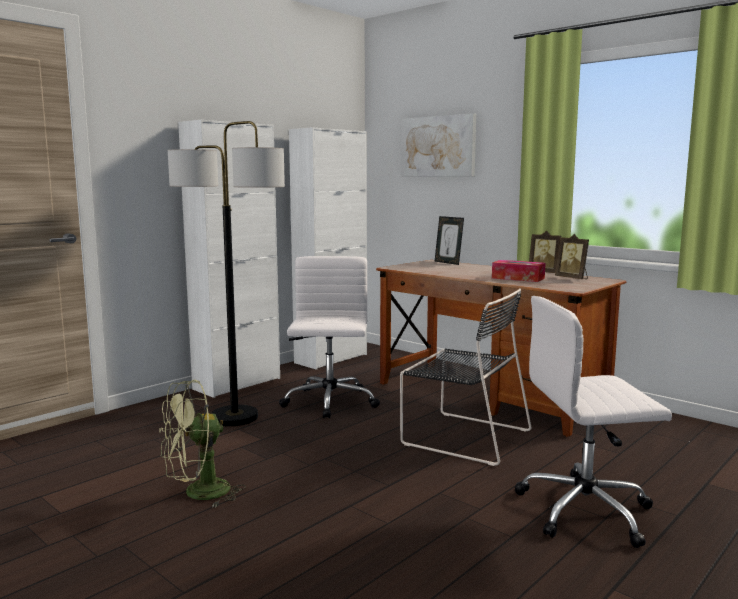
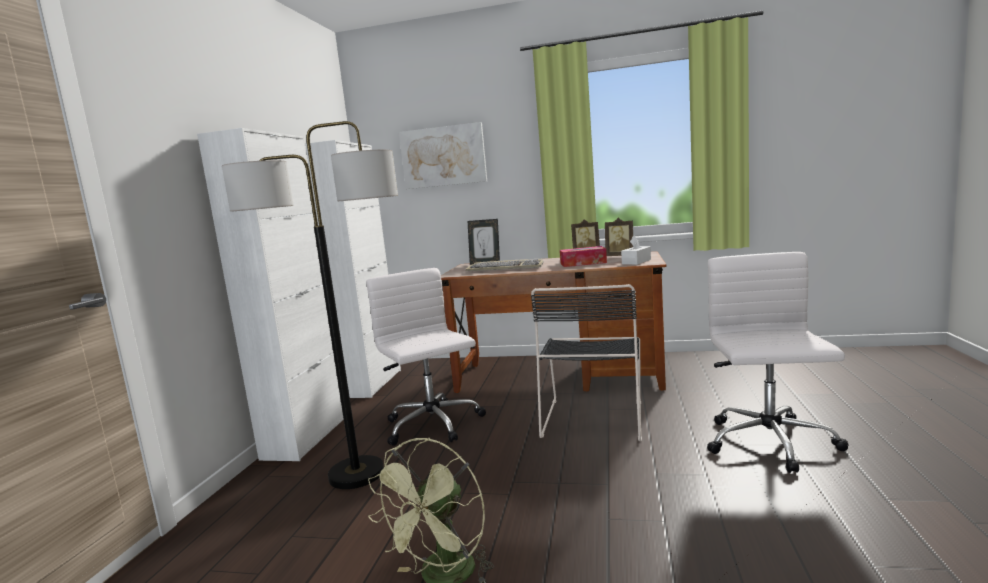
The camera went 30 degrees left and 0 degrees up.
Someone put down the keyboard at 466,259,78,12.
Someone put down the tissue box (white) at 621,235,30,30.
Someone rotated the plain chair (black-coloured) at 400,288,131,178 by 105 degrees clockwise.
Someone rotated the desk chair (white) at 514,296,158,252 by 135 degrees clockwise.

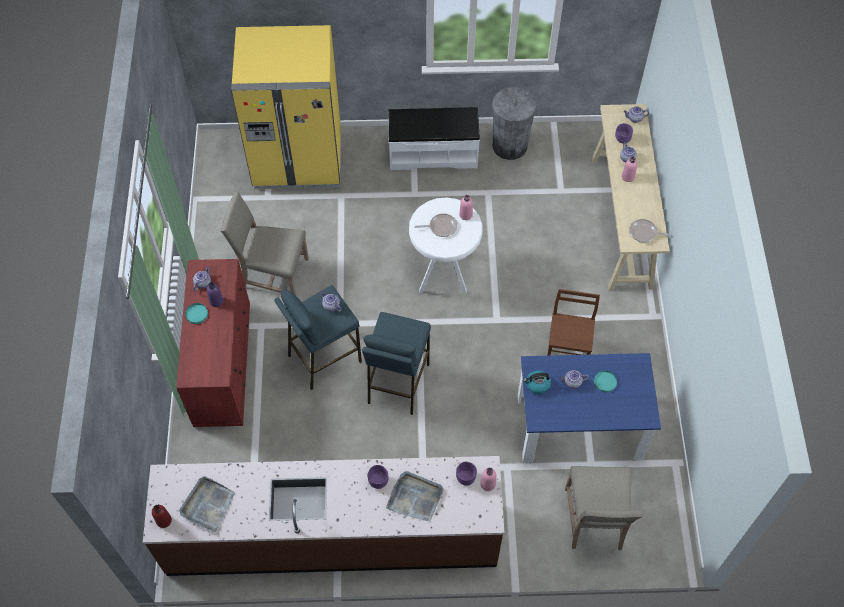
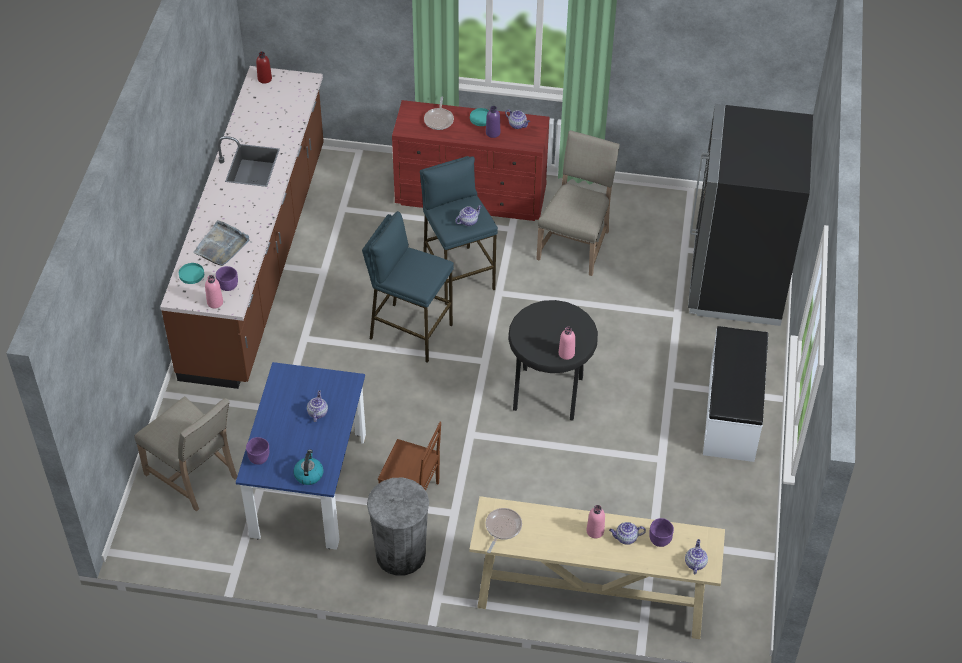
The camera went 100 degrees right and 10 degrees down.
Someone took away the tray (gray) at 179,476,56,56.
Someone carried the deep dish (purplish) from 368,465,20,24 to 246,437,23,28.
Someone carried the skillet from 414,213,43,24 to 424,97,30,33.
Someone carried the waste bin (gray) from 492,87,45,73 to 367,478,62,98.
Someone carried the water kettle from 523,370,28,24 to 293,450,30,35.
Someone carried the dinner plate (turquoise-coloured) from 594,370,23,22 to 179,263,25,21.
Someone repainted the kitchen fridge (yellow) at 231,25,110,164, which became the kitchen fridge (black-coloured) at 688,104,125,222.
Someone repainted the stool seat (white) at 409,198,74,96, which became the stool seat (black-coloured) at 509,300,89,120.
Someone rotated the plain chair (beige-coloured) at 565,466,78,84 by 150 degrees counterclockwise.

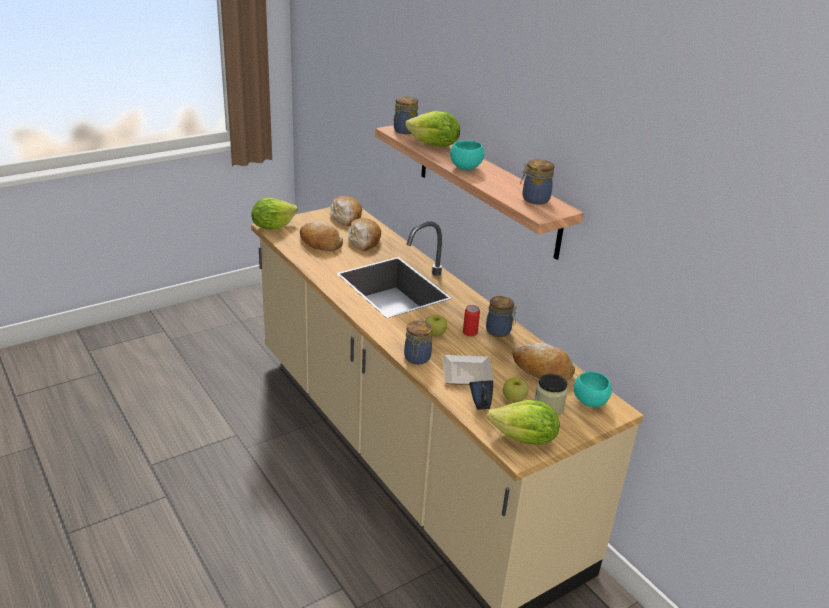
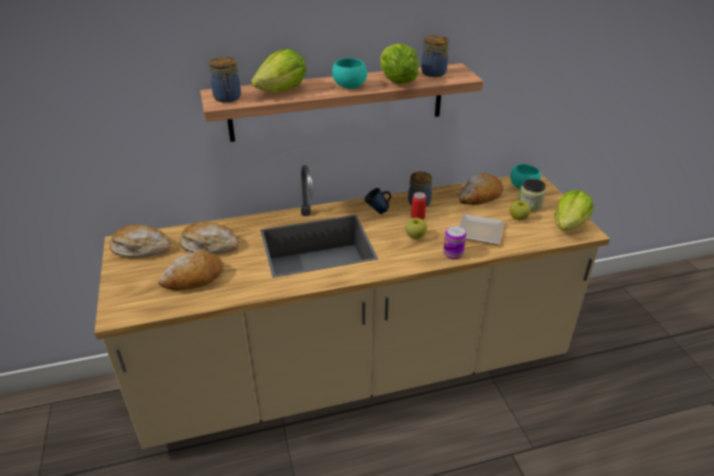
The camera went 70 degrees left and 5 degrees up.
Someone carried the lettuce head from 251,198,47,32 to 381,43,38,41.
Someone carried the mug (bluish) from 469,380,24,30 to 364,188,27,26.
Someone swapped the preserve jar at 404,321,28,43 for the sealed can at 443,226,23,34.

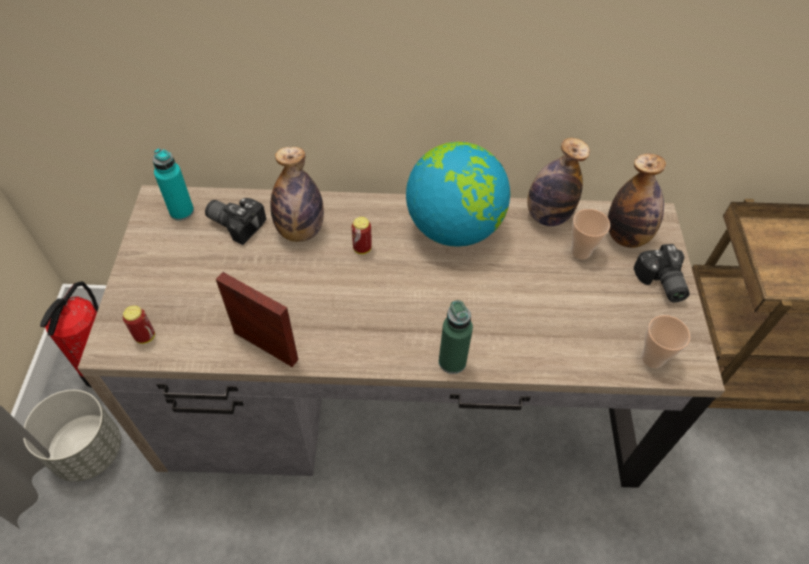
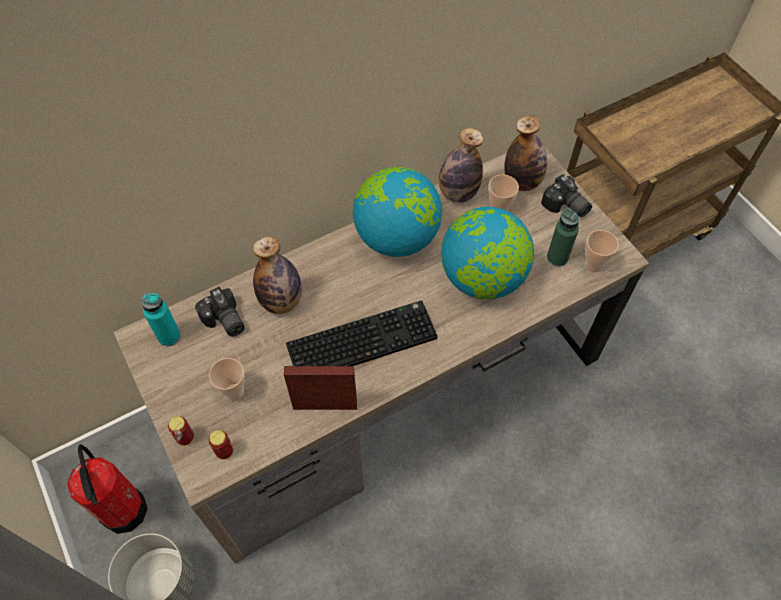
The camera went 30 degrees left and 5 degrees up.
Someone put down the drinking cup at 209,358,36,43.
Someone put down the keyboard at 286,300,151,66.
Someone put down the world globe at 441,207,93,92.
Someone carried the sealed can from 352,217,20,37 to 168,416,26,30.
Someone carried the beverage bottle (green-coloured) from 439,300,34,74 to 547,208,32,59.
Someone rotated the still camera at 205,198,61,47 by 120 degrees counterclockwise.

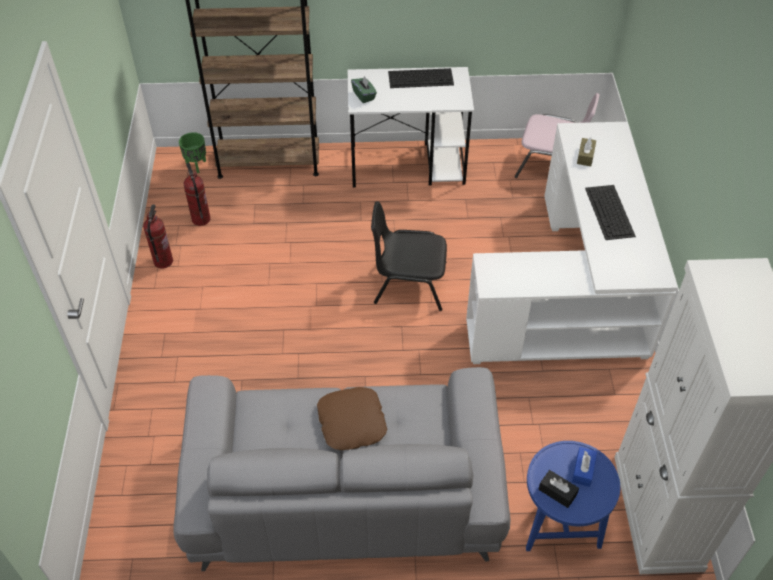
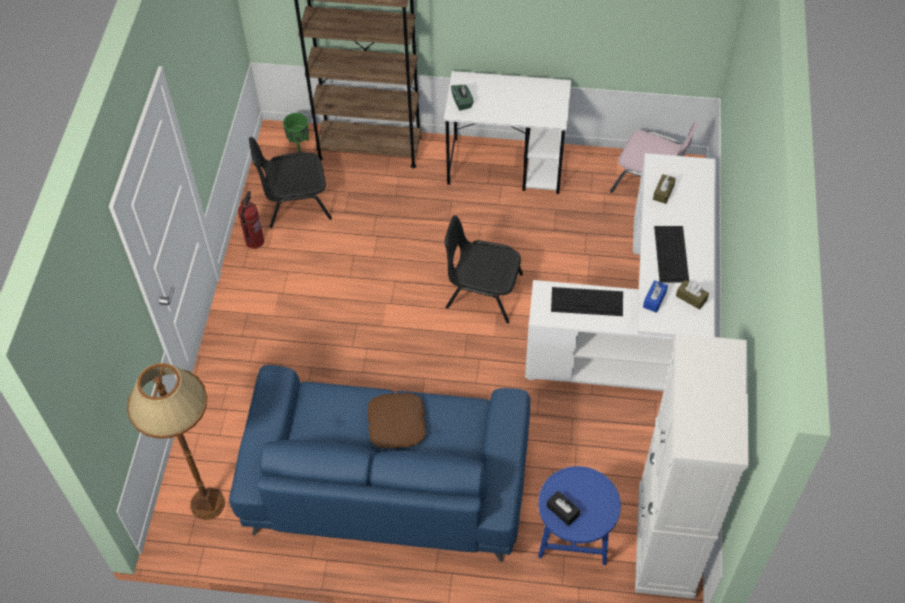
The camera went 10 degrees right and 5 degrees up.
Someone put down the standing lamp (brown-coloured) at 127,363,98,157.
Someone put down the tissue box (brown-coloured) at 676,280,33,30.
Someone carried the keyboard from 388,68,66,20 to 551,287,72,29.
Someone carried the tissue box (bluish) from 572,447,25,40 to 643,280,25,33.
Someone swapped the extinguisher at 184,163,27,63 for the plain chair (black-coloured) at 249,137,83,91.
Someone repainted the sofa (gray) at 173,367,338,204, which became the sofa (bluish) at 229,365,301,197.

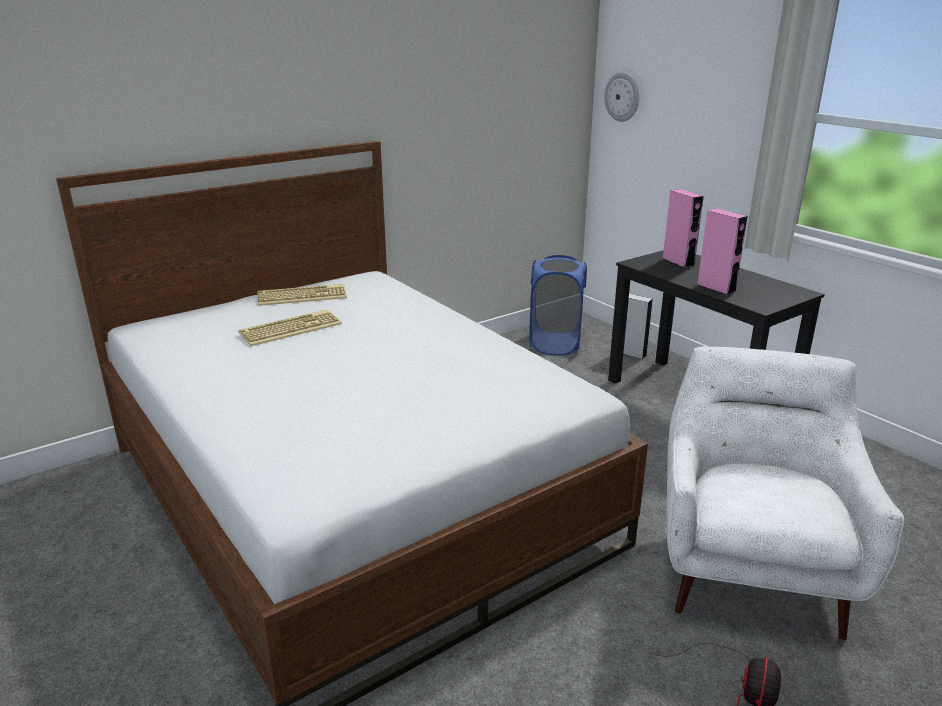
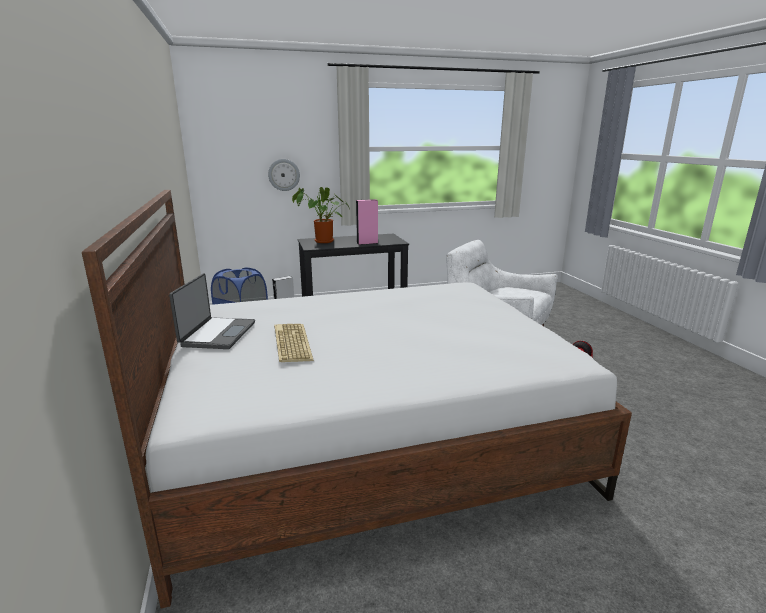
The camera went 70 degrees left and 5 degrees down.
Someone carried the wall clock from 604,72,35,50 to 268,159,32,32.
Someone swapped the keyboard at 257,284,90,22 for the notebook computer at 169,274,86,75.
Someone swapped the audio speaker (pink-coloured) at 662,189,42,79 for the plant in a pot at 292,187,58,56.

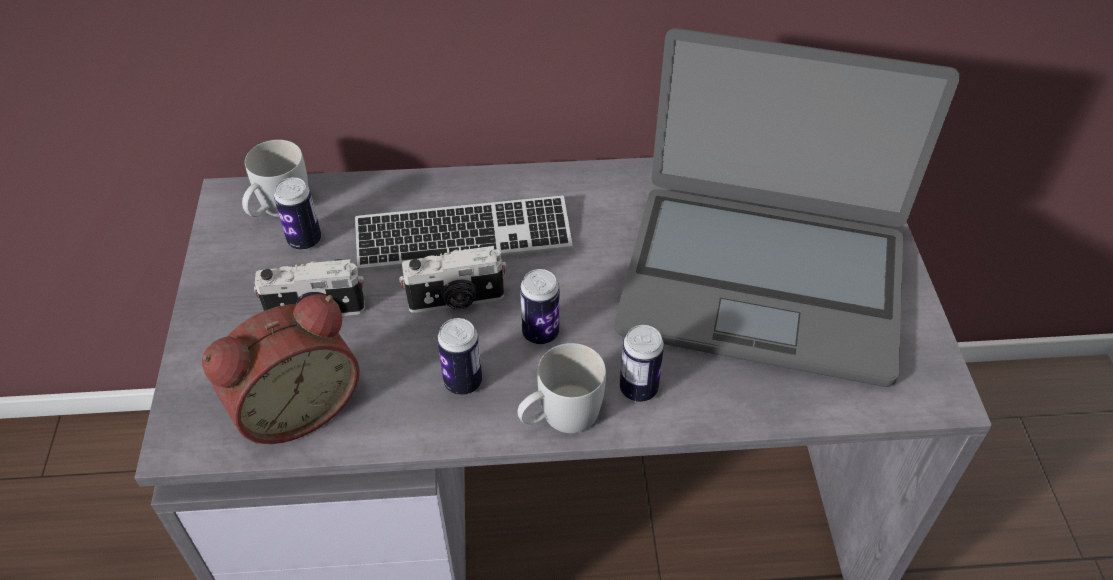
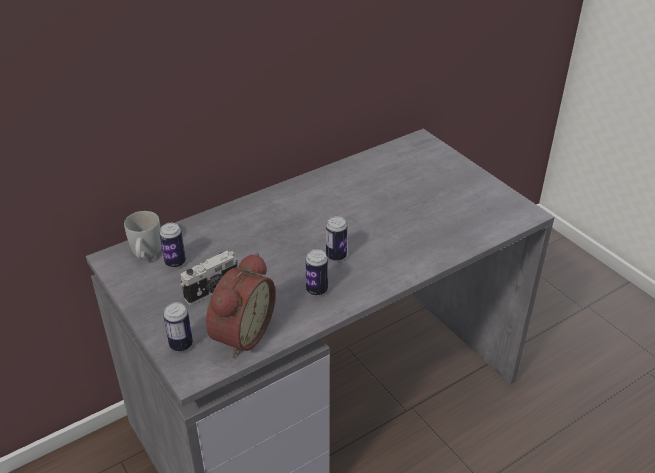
The camera went 30 degrees left and 10 degrees down.
Someone took away the keyboard at 355,196,218,74.
Someone took away the still camera at 399,246,107,67.
Someone took away the mug (white) at 517,343,89,90.
Someone took away the notebook computer at 614,28,346,359.
Someone carried the sealed can from 620,325,44,77 to 163,302,30,49.

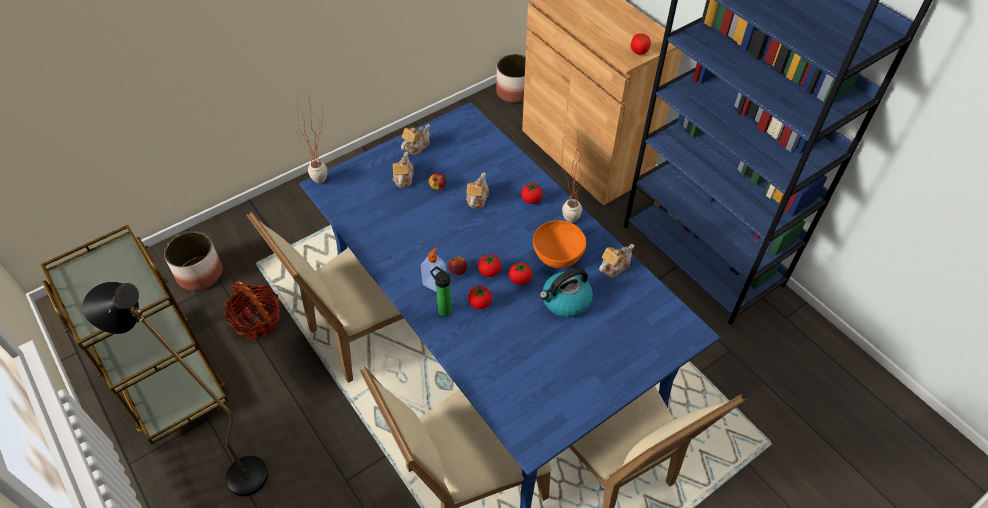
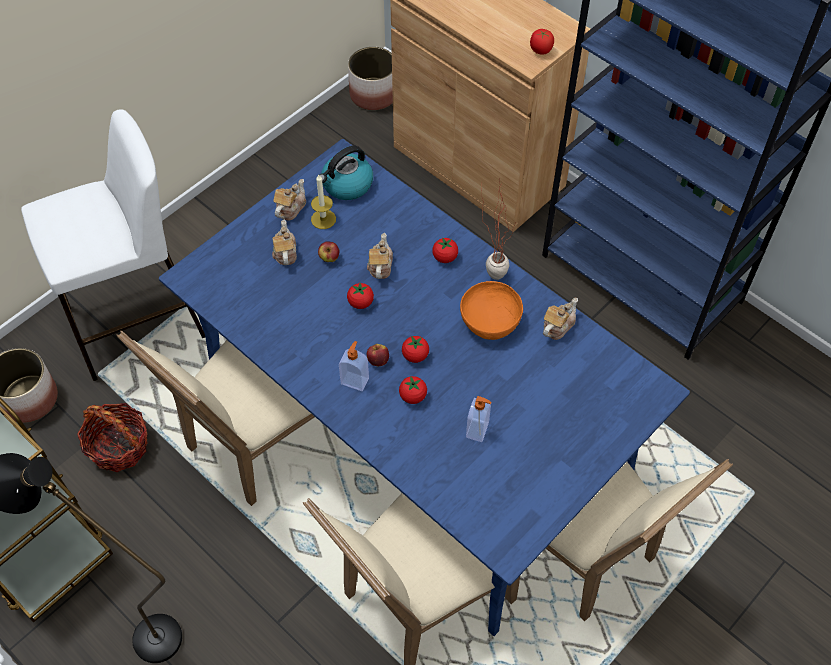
The camera went 10 degrees left and 5 degrees up.
Someone took away the plant in a pot at 295,89,32,95.
Someone took away the beverage bottle at 430,266,22,51.
Someone put down the stool seat (white) at 21,109,184,272.
Someone put down the wax light at 311,175,25,54.
Someone put down the soap bottle at 466,396,25,46.
Someone carried the fresh tomato from 509,262,23,23 to 347,283,27,26.
Someone carried the water kettle from 539,268,54,50 to 319,145,54,55.

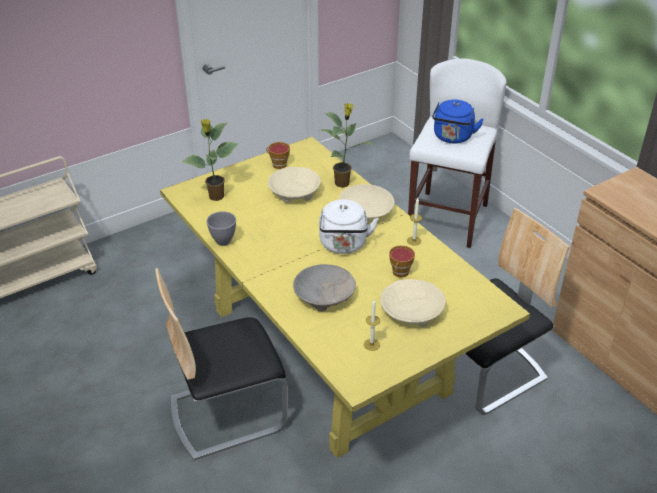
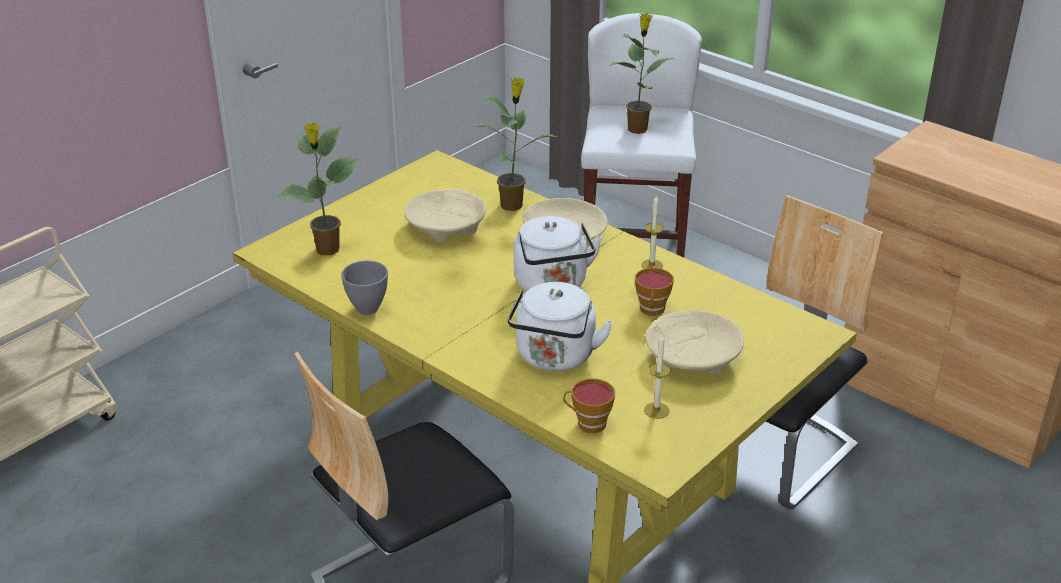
The camera went 15 degrees left and 5 degrees down.
Someone carried the drinking cup from 266,142,24,27 to 563,378,52,55.
Someone swapped the deep dish (beige-coloured) at 293,264,63,48 for the water kettle (white) at 508,282,105,89.
Someone swapped the water kettle (bluish) at 432,100,52,43 for the plant in a pot at 609,13,65,121.

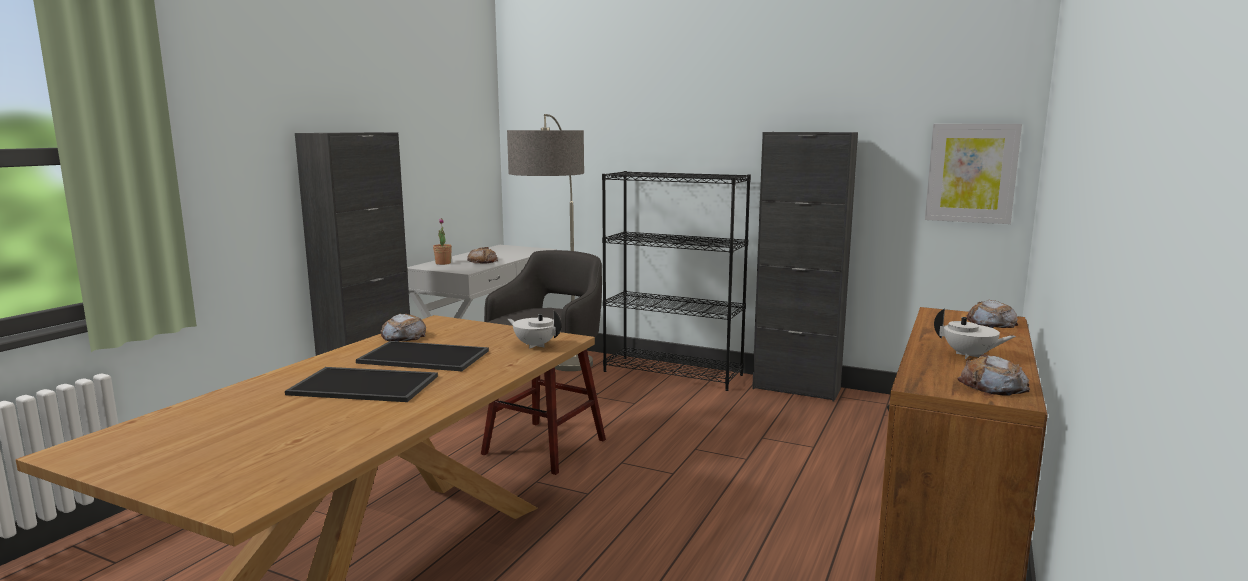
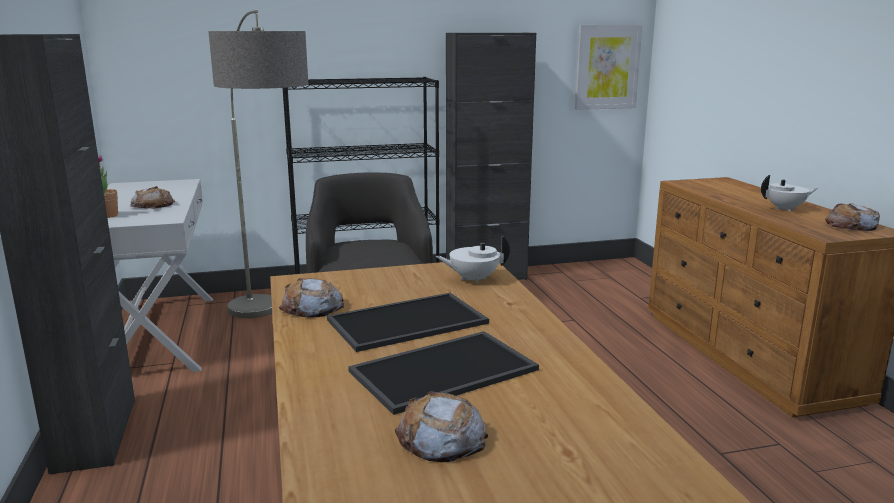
The camera went 40 degrees left and 5 degrees up.
Someone carried the baked bread from 967,300,51,28 to 395,391,93,71.

